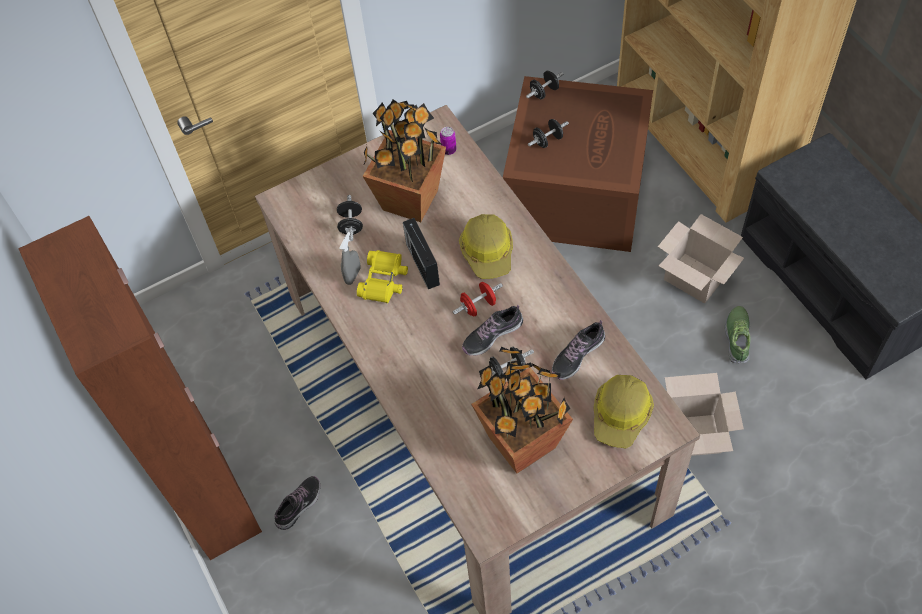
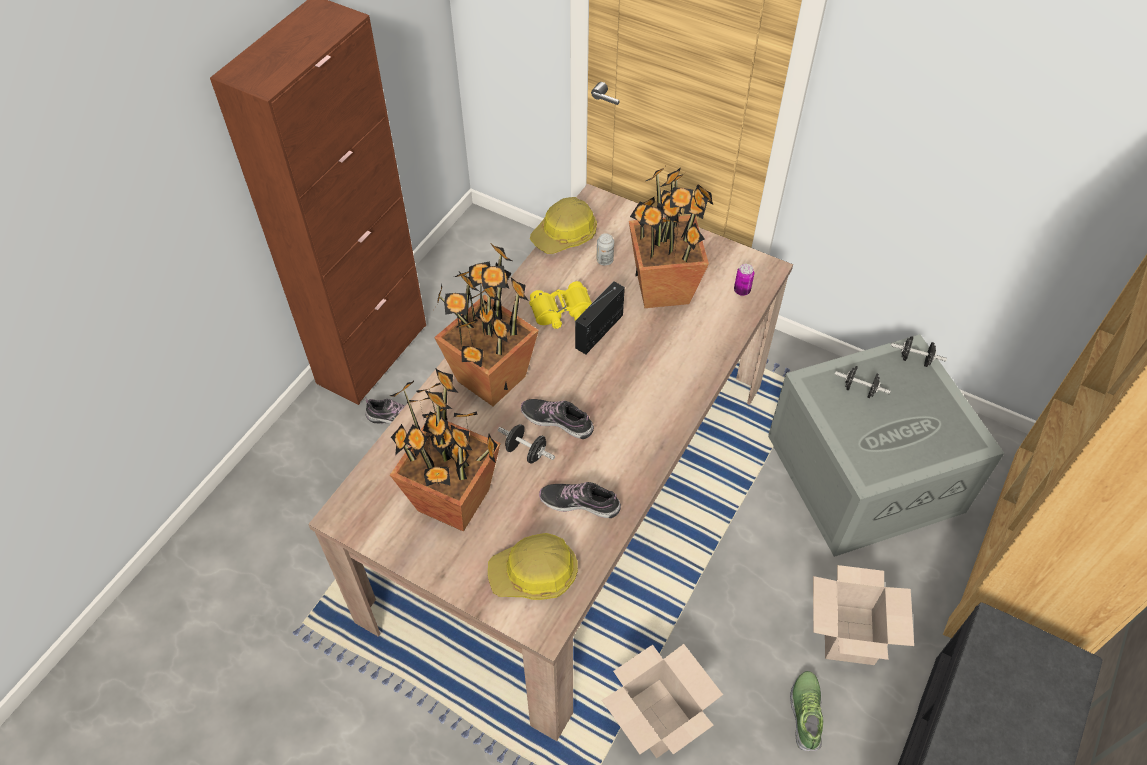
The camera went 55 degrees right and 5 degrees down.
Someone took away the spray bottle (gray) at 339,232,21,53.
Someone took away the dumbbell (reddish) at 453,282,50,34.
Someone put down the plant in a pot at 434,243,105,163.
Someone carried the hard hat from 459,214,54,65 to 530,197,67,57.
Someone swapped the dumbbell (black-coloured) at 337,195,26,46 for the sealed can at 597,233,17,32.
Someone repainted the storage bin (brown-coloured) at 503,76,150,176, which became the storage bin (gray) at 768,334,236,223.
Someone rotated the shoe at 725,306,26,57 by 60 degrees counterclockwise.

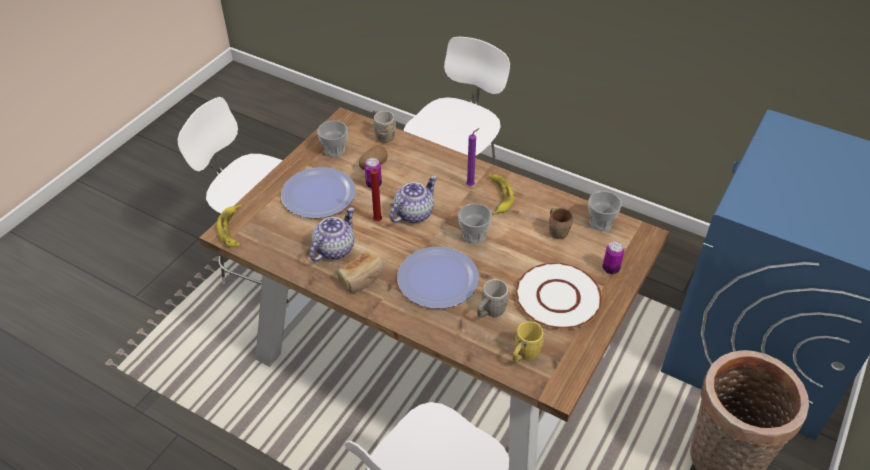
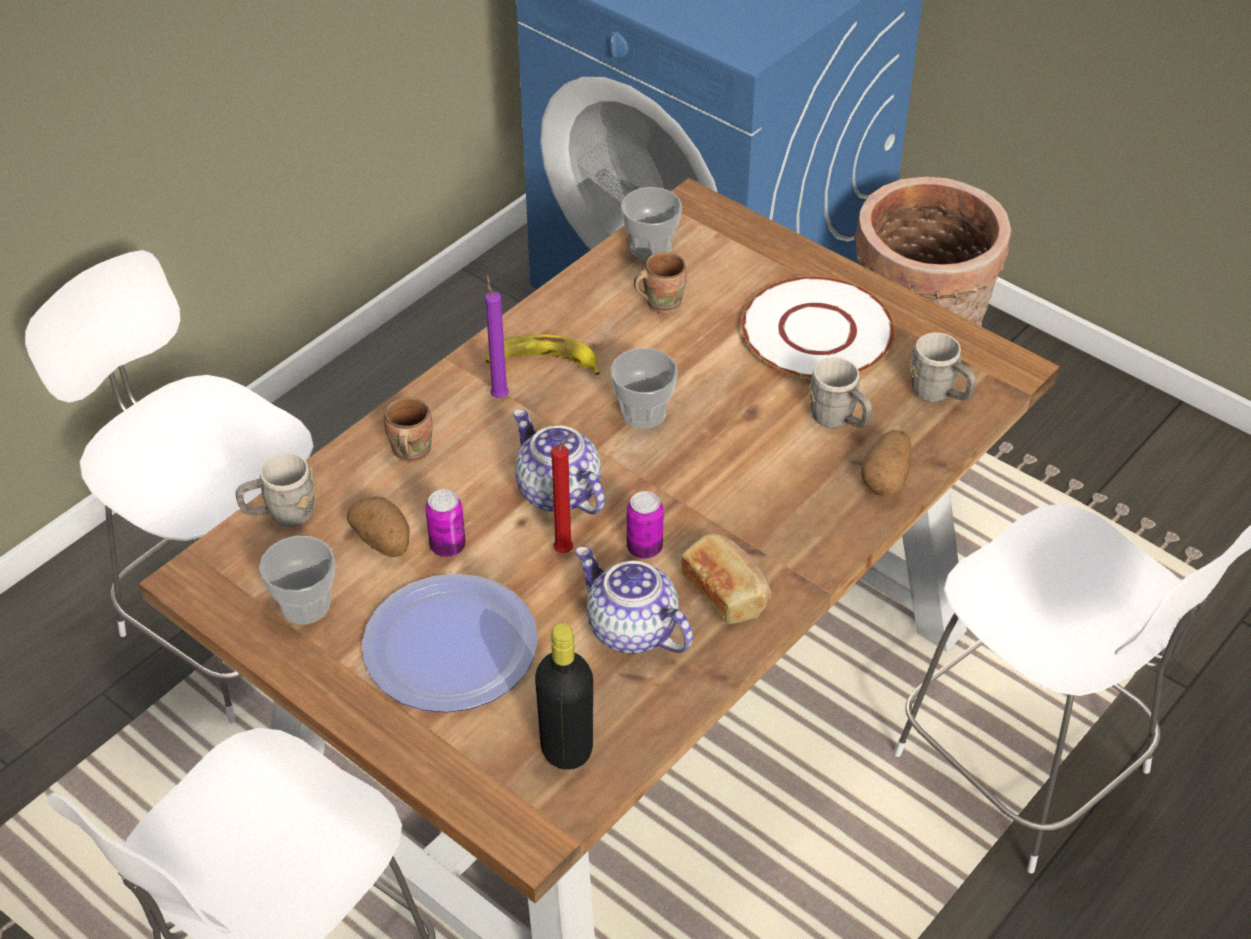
The camera went 80 degrees left and 0 degrees up.
Someone took away the banana at 217,204,25,43.
Someone took away the dinner plate at 397,247,82,62.
Someone put down the mug (brown-coloured) at 384,397,49,65.
Someone put down the beverage bottle (black-coloured) at 535,623,58,147.
Someone put down the spud at 861,430,50,68.
Someone carried the sealed can from 603,241,21,33 to 627,491,37,68.
Someone repainted the mug (yellow) at 512,321,32,42, which became the mug (gray) at 910,332,66,70.

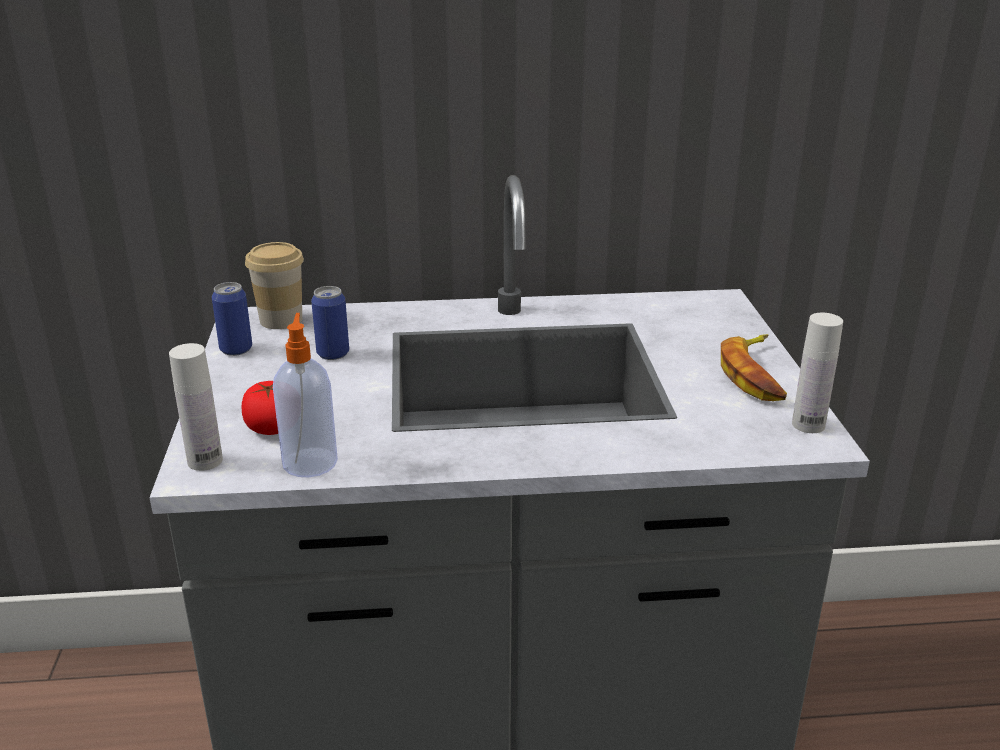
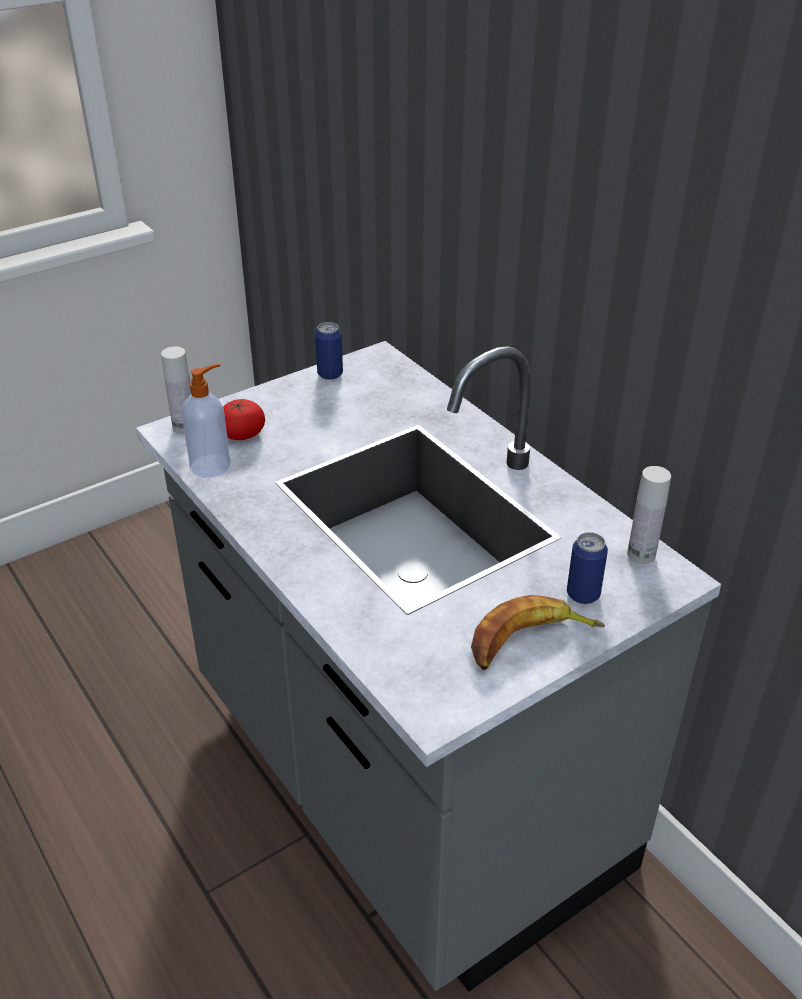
The camera went 60 degrees right and 10 degrees up.
Someone took away the drinking cup at 245,242,59,87.
Someone carried the sealed can from 311,286,38,74 to 567,532,41,72.
Someone carried the beverage bottle (white) from 792,313,51,120 to 627,466,44,98.

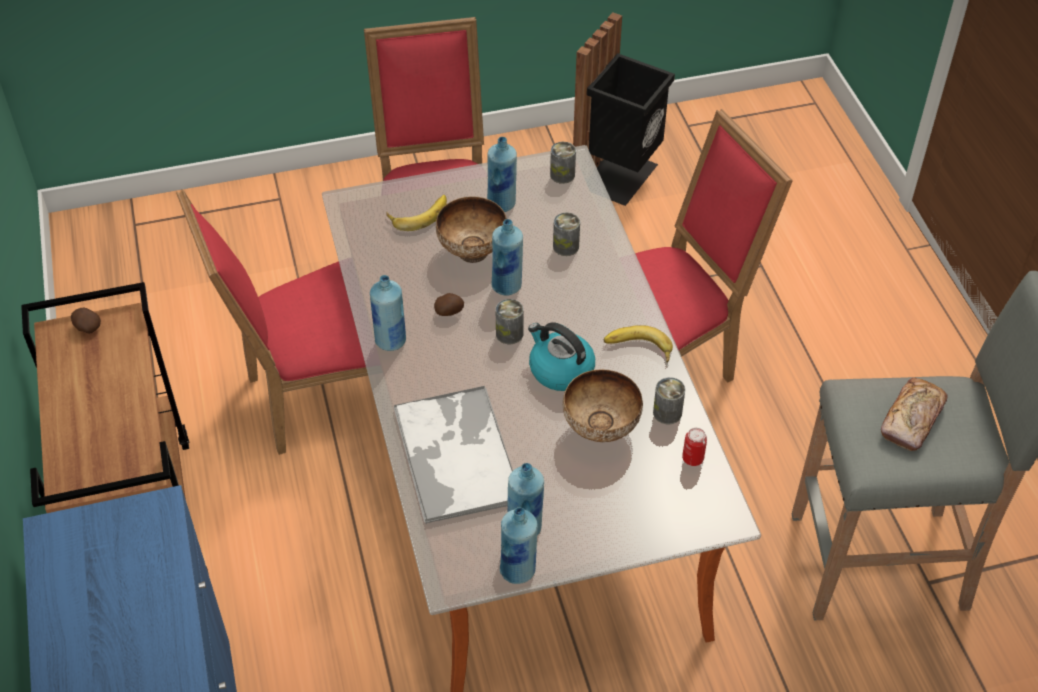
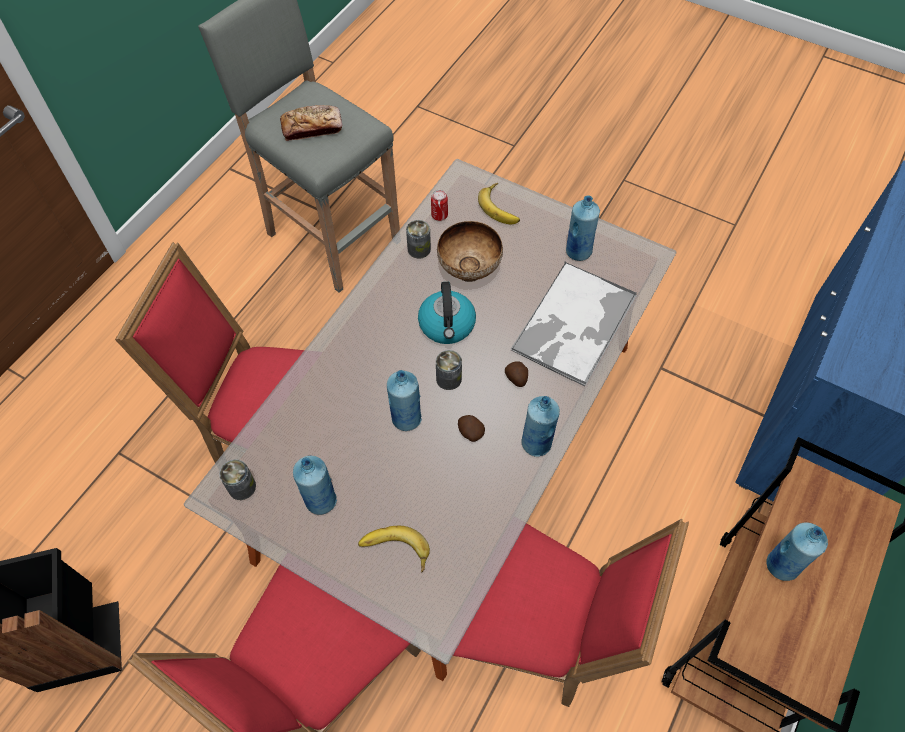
The camera went 135 degrees left and 10 degrees up.
Someone took away the deep dish at 436,196,71,67.
Someone took away the sealed can at 553,212,27,44.
Someone carried the spud from 71,307,30,27 to 505,362,23,25.
Someone carried the beverage bottle (bluish) from 500,507,38,77 to 767,522,61,59.
Someone carried the banana from 604,325,69,38 to 478,183,42,41.

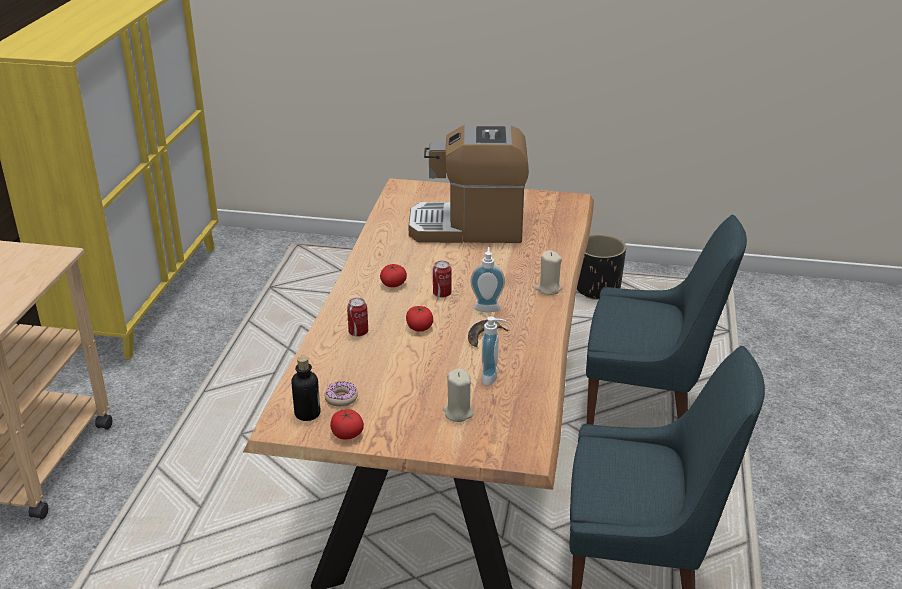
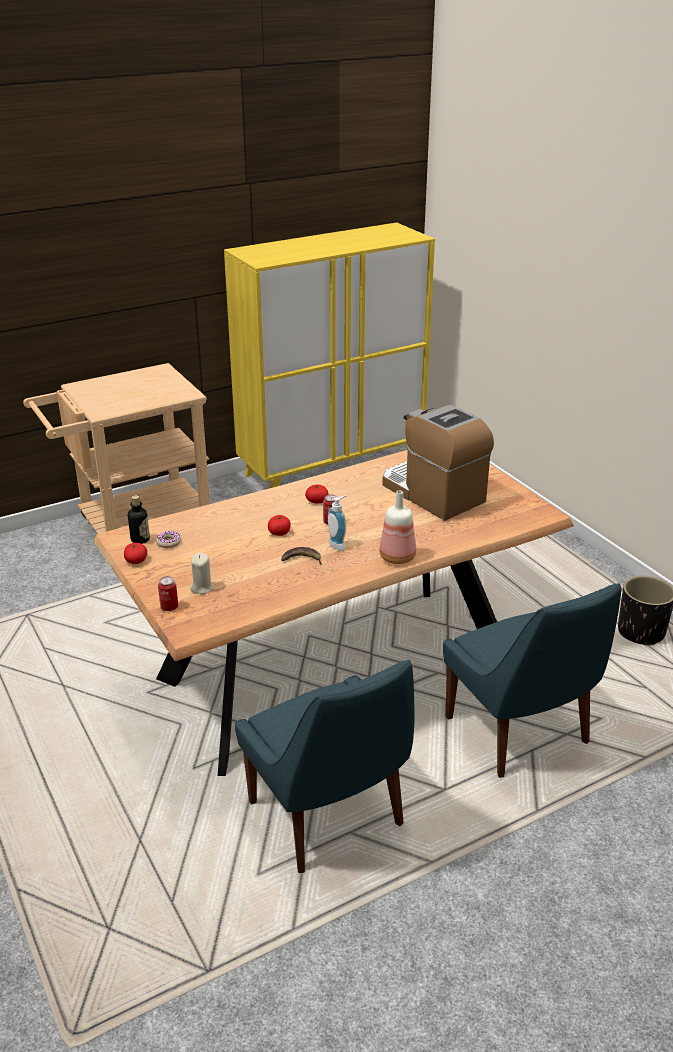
The camera went 50 degrees right and 0 degrees up.
Someone took away the soap bottle at 482,316,24,70.
Someone carried the sealed can from 347,298,21,39 to 158,576,20,35.
Someone swapped the wax light (beige-coloured) at 535,250,27,45 for the beverage bottle at 379,491,37,73.

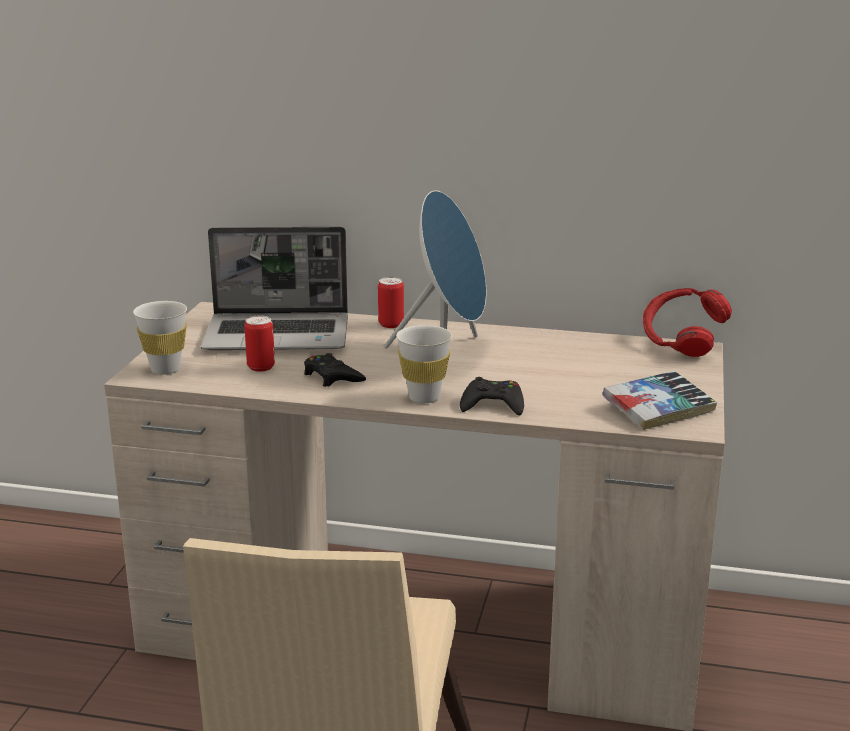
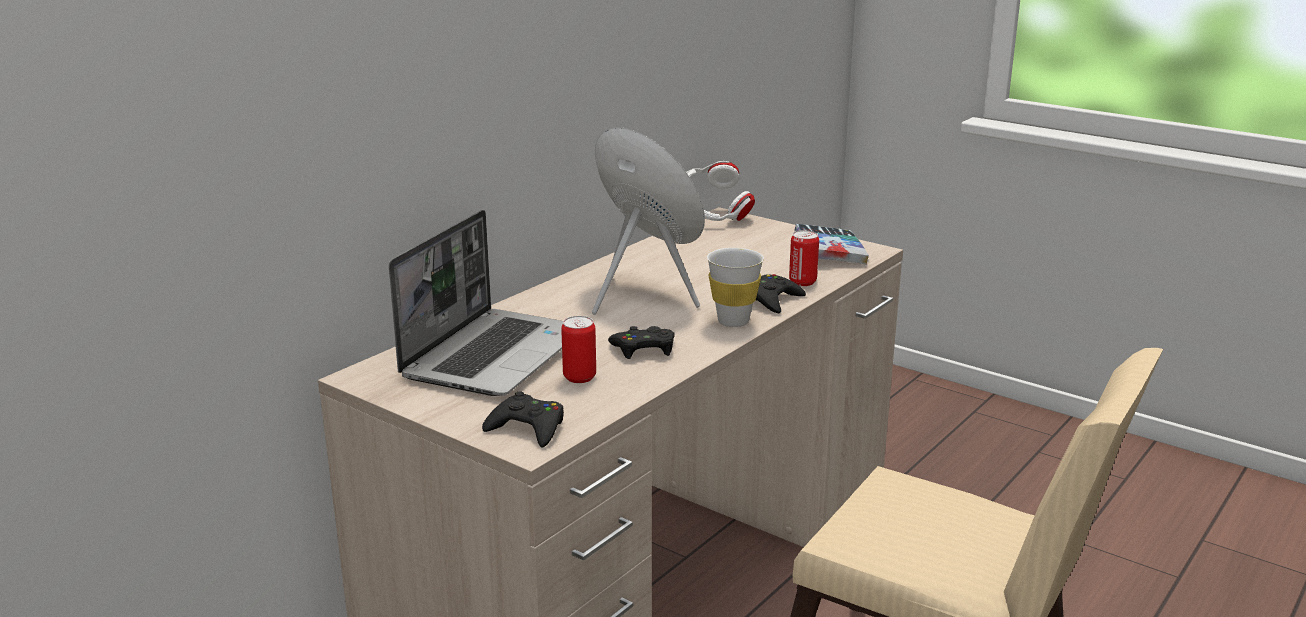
The camera went 65 degrees left and 0 degrees up.
Someone carried the sealed can from 378,277,26,51 to 789,230,30,56.
Someone swapped the drinking cup (white) at 133,301,54,74 for the gamepad (black-coloured) at 482,391,82,56.
Someone repainted the headset (reddish) at 643,288,89,69, which became the headset (white) at 686,161,69,60.

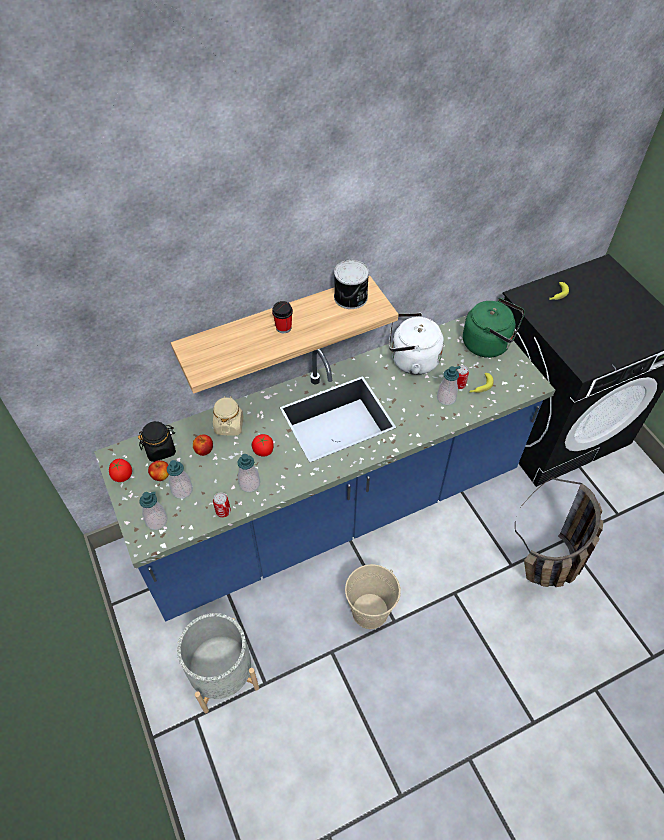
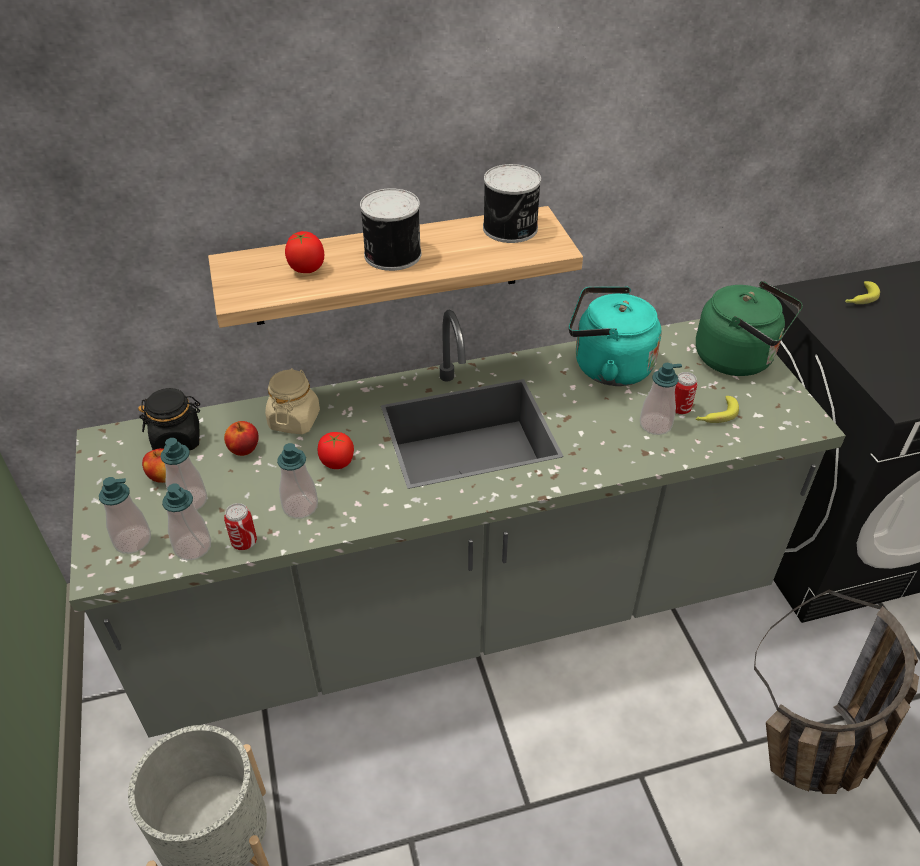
The camera went 10 degrees right and 10 degrees down.
Someone took away the water bucket (beige-coloured) at 345,564,56,65.
Someone put down the soap bottle at 162,483,49,78.
Someone carried the fresh tomato from 109,459,23,23 to 285,231,39,42.
Someone swapped the drinking cup at 272,301,21,32 for the sealed can at 360,188,61,83.
Someone repainted the kitchen base unit (bluish) at 94,315,461,306, which became the kitchen base unit (gray) at 69,309,777,429.
Someone repainted the water kettle (white) at 389,312,55,63, which became the water kettle (turquoise-coloured) at 569,287,93,99.

